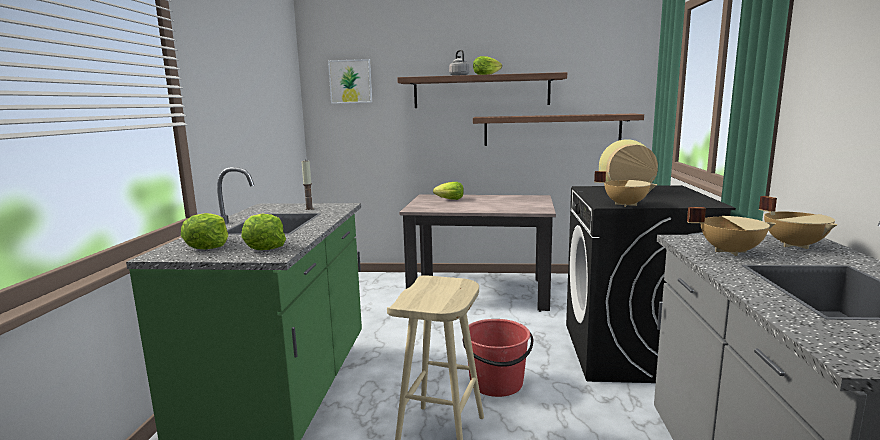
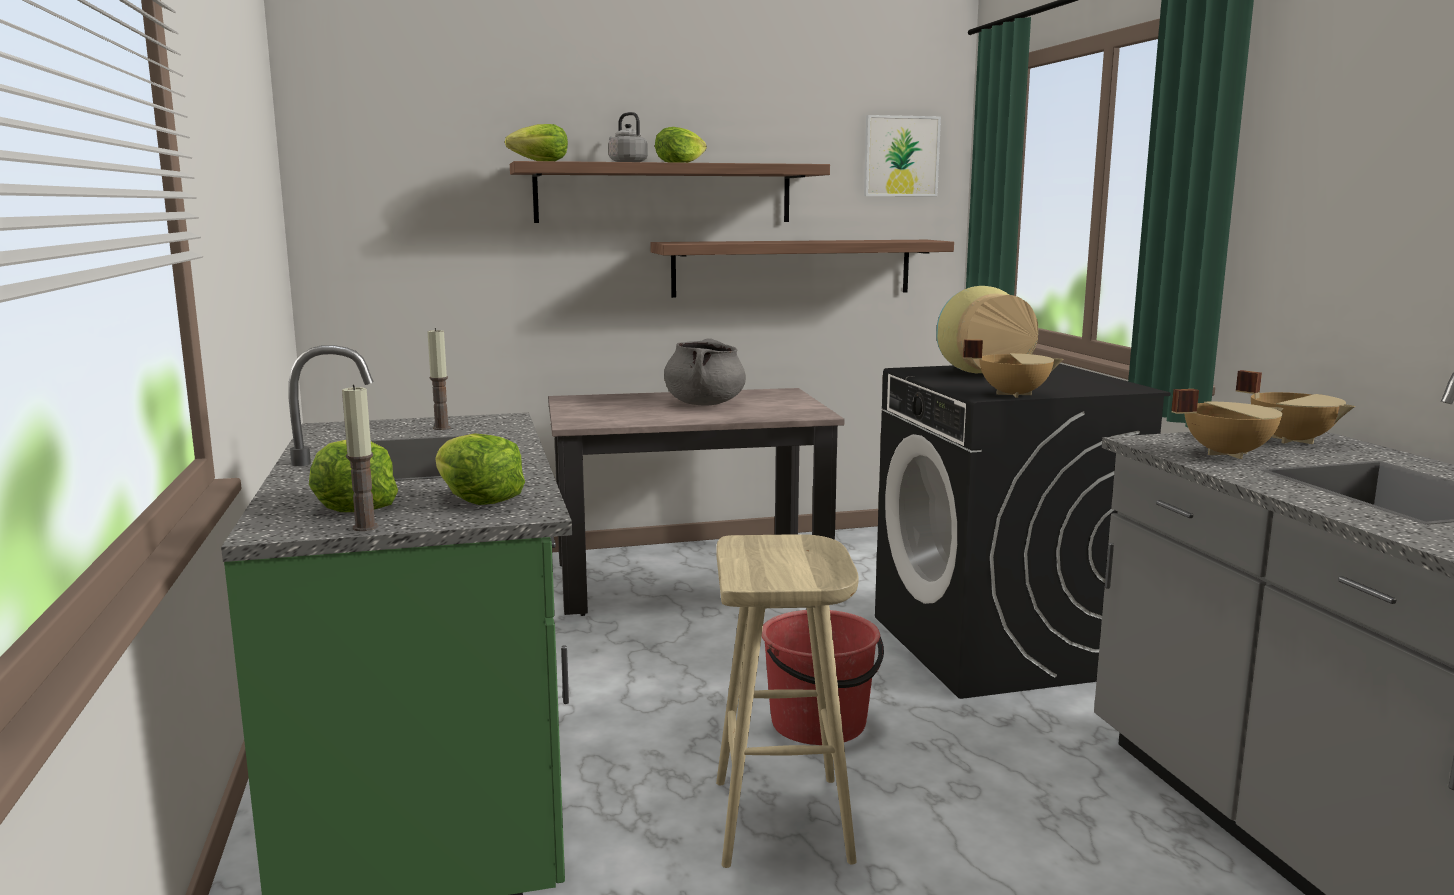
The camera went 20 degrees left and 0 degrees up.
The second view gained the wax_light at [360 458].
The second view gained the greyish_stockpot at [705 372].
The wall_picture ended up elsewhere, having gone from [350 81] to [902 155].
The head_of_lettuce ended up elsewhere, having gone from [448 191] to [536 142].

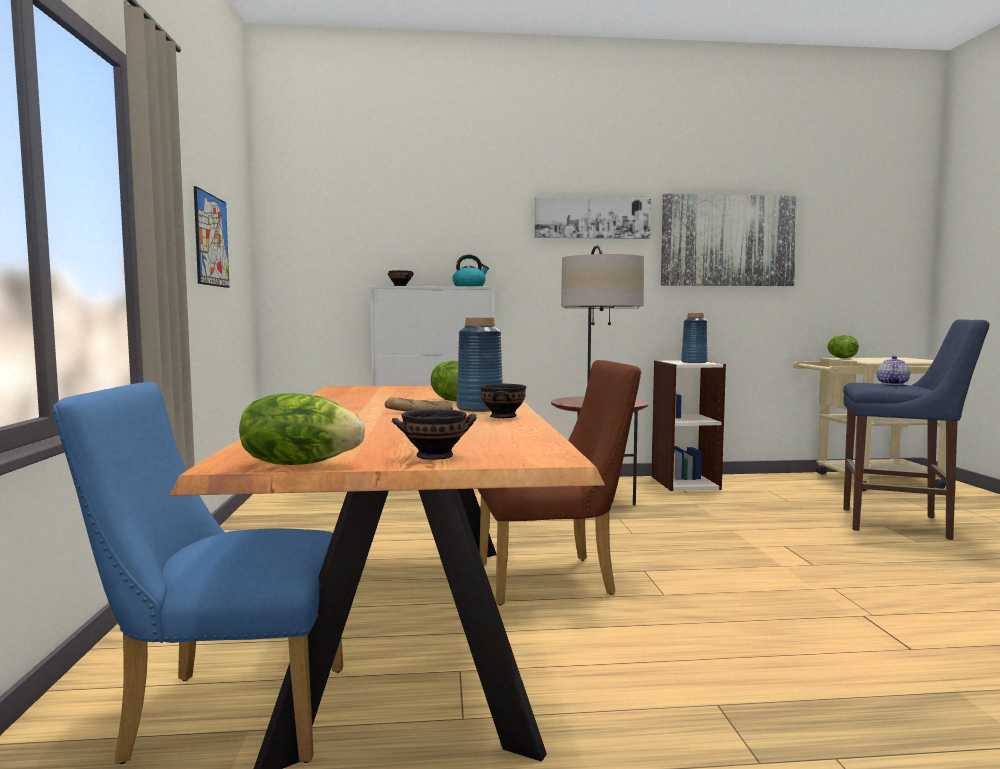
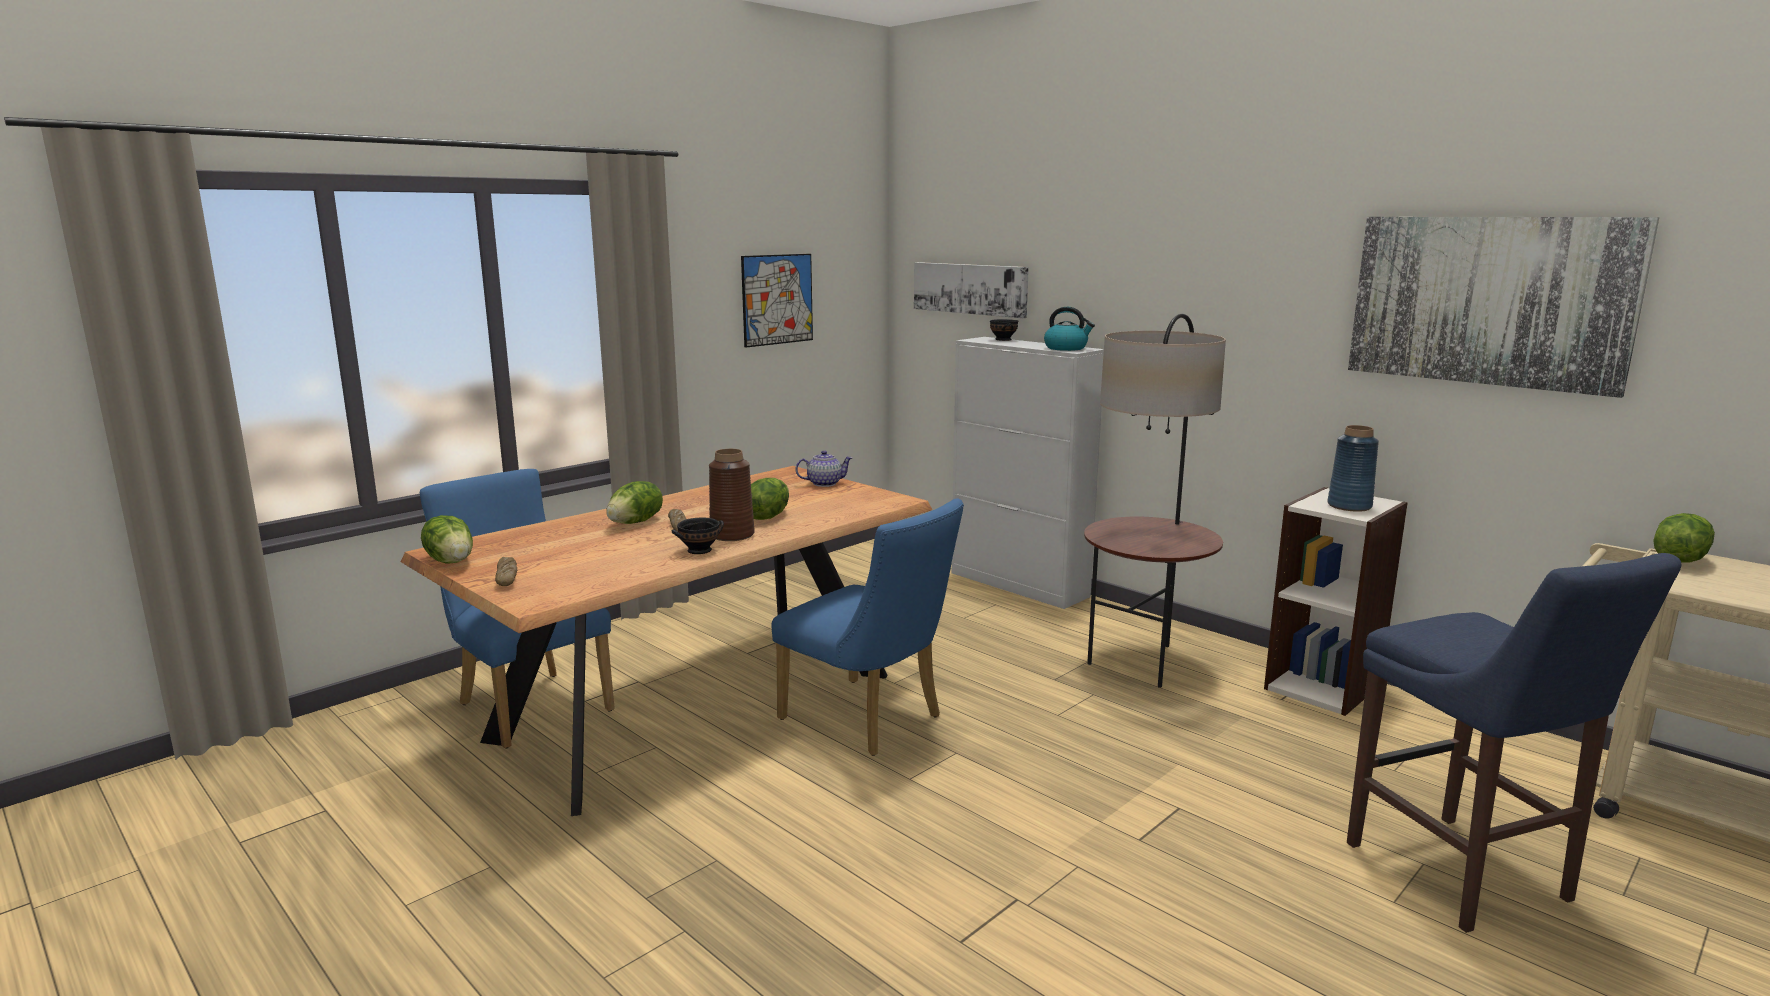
The camera went 50 degrees right and 10 degrees up.
The second view gained the head_of_lettuce at [634 502].
The wall_picture ended up elsewhere, having gone from [593 218] to [971 290].
The tea_pot ended up elsewhere, having gone from [893 370] to [824 468].
Where the black-coloured_deep_dish stood at [434 434], the bread came to stand at [506 571].
What was the bluish_decorative_vase at [480 365] turned into the brownish_decorative_vase at [732 495].
What was the brownish_plain_chair at [559 483] turned into the bluish_plain_chair at [867 627].

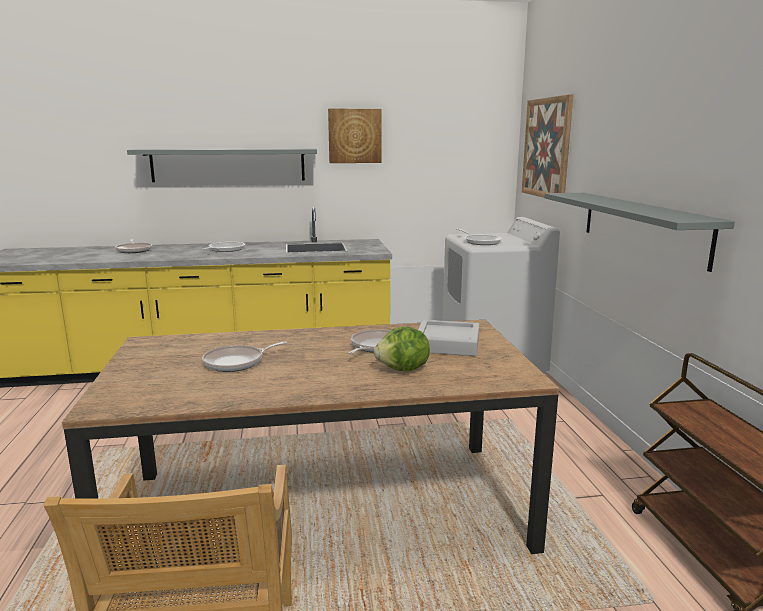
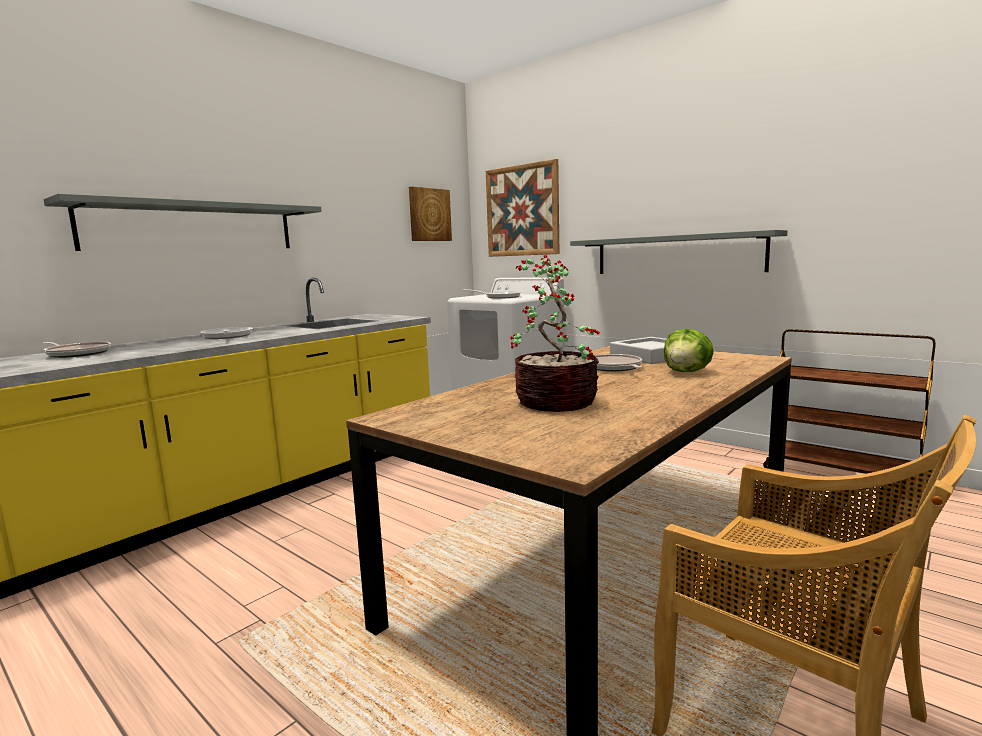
The camera went 40 degrees left and 5 degrees down.
The wall_picture ended up elsewhere, having gone from [354 136] to [430 213].
Where the frying_pan stood at [244 356], the plant_in_a_pot came to stand at [555 333].

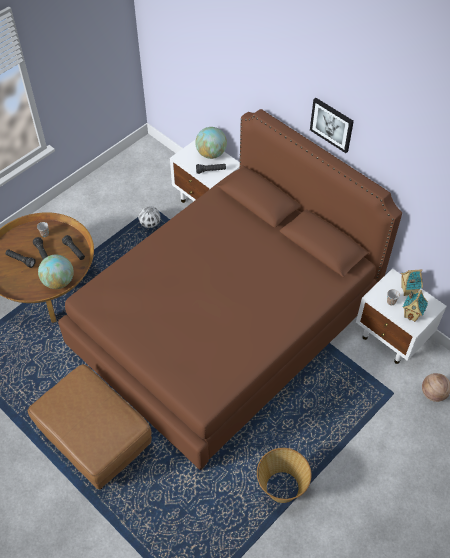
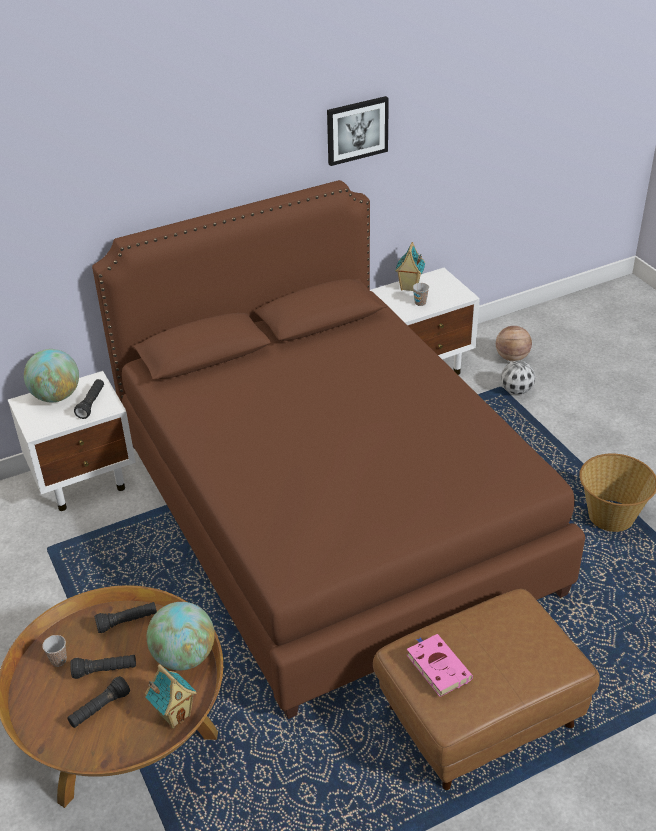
The camera went 70 degrees left and 15 degrees down.
The second view gained the pink_volume at [440 665].
The football ended up elsewhere, having gone from [149 217] to [518 377].
The wall_picture ended up elsewhere, having gone from [332 125] to [358 131].
The model_house ended up elsewhere, having gone from [415 306] to [171 696].

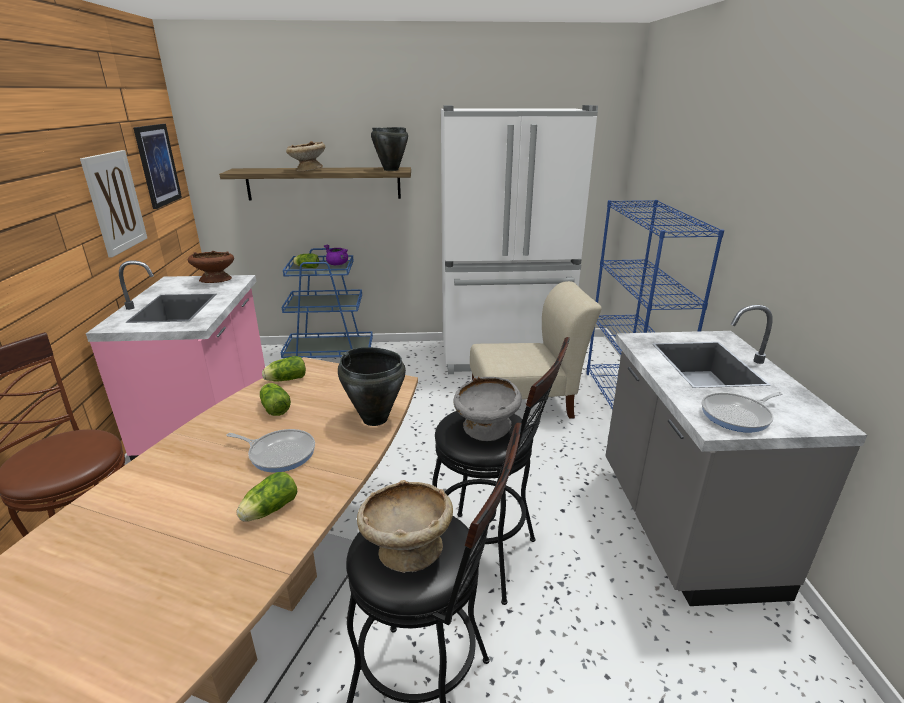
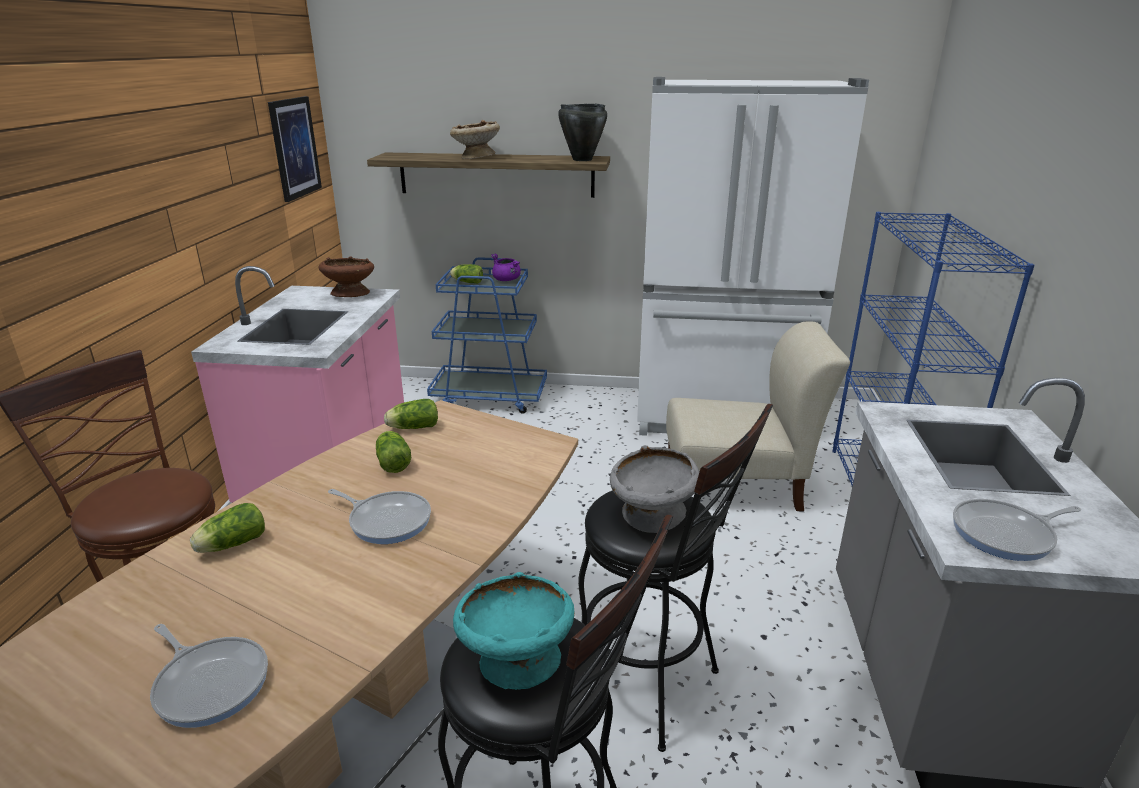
The camera went 10 degrees right and 0 degrees up.
The second view lost the wall_picture at [113 204].
The second view lost the black-coloured_stockpot at [372 386].
The second view gained the frying_pan at [209 676].
The head_of_lettuce ended up elsewhere, having gone from [266 497] to [227 528].
What was the beige-coloured_deep_dish at [405 526] turned into the turquoise_deep_dish at [514 631].

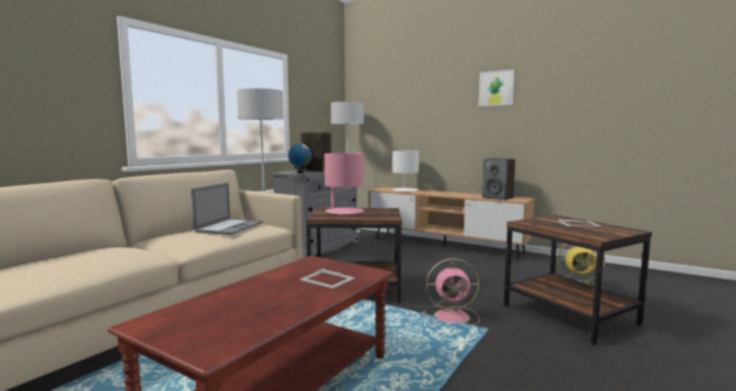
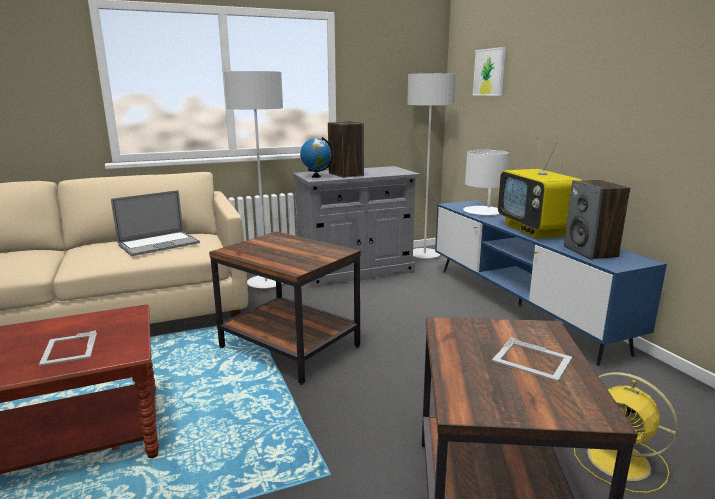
The camera went 35 degrees right and 10 degrees up.
The second view lost the pink_tabletop_lamp at [344 184].
The second view lost the pink_cooling_fan at [451 292].
The second view gained the TV_set at [540 188].
The wall_picture ended up elsewhere, having gone from [496 87] to [489 71].
What was the brownish_tv_stand at [452 223] turned into the bluish_tv_stand at [551 283].

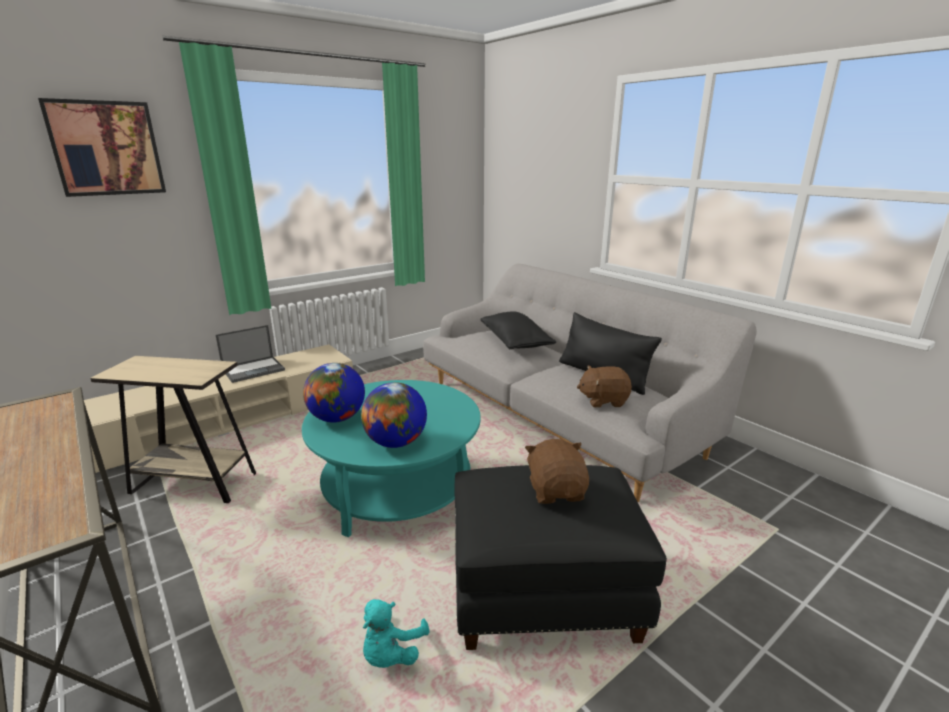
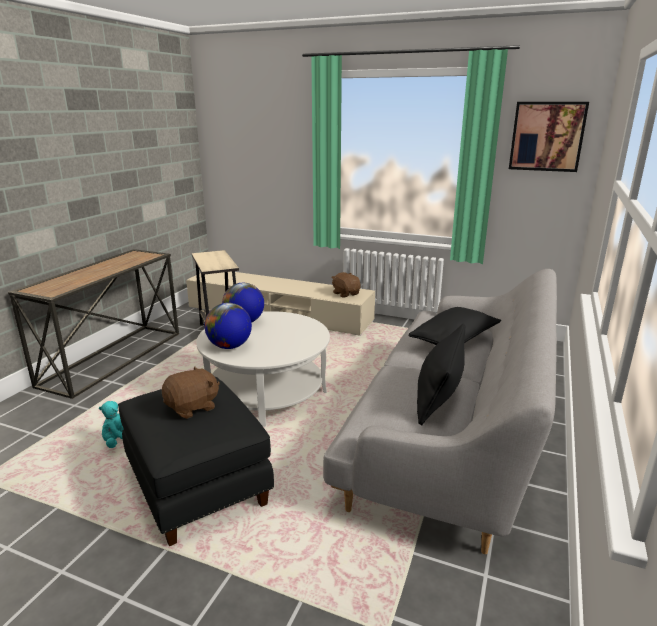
The camera went 60 degrees right and 0 degrees up.
The second view lost the notebook_computer at [250 354].
The wall_picture ended up elsewhere, having gone from [102 147] to [549 137].
The brownish_plush_toy ended up elsewhere, having gone from [604 387] to [346 285].
What was the turquoise_coffee_table at [391 458] turned into the white-coloured_coffee_table at [263 369].

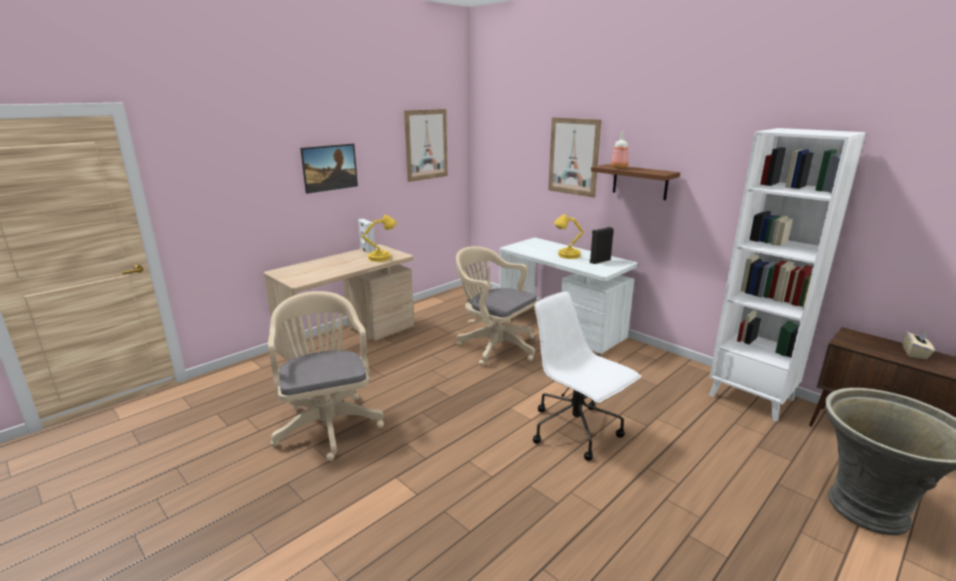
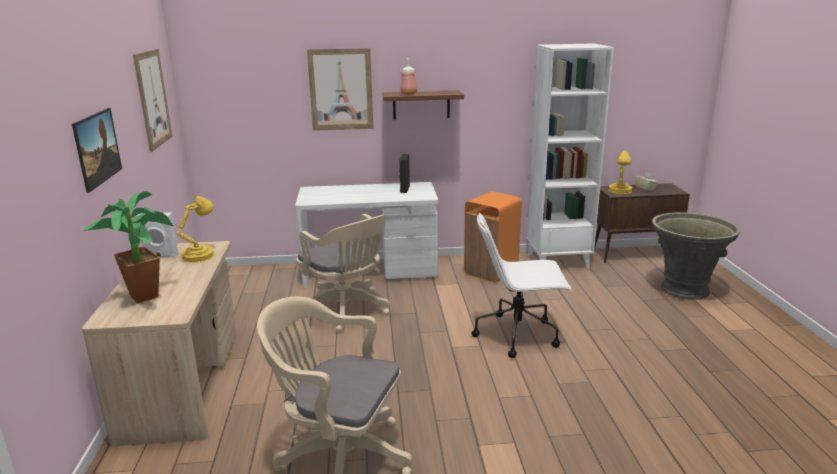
The camera went 50 degrees left and 0 degrees up.
The second view gained the plant_in_a_pot at [128 247].
The second view gained the orangey_waste_bin at [493 237].
The yellow_tabletop_lamp ended up elsewhere, having gone from [569 236] to [620 172].
The beige-coloured_desk_chair at [497 306] ended up facing another way, 120 degrees counterclockwise from before.

